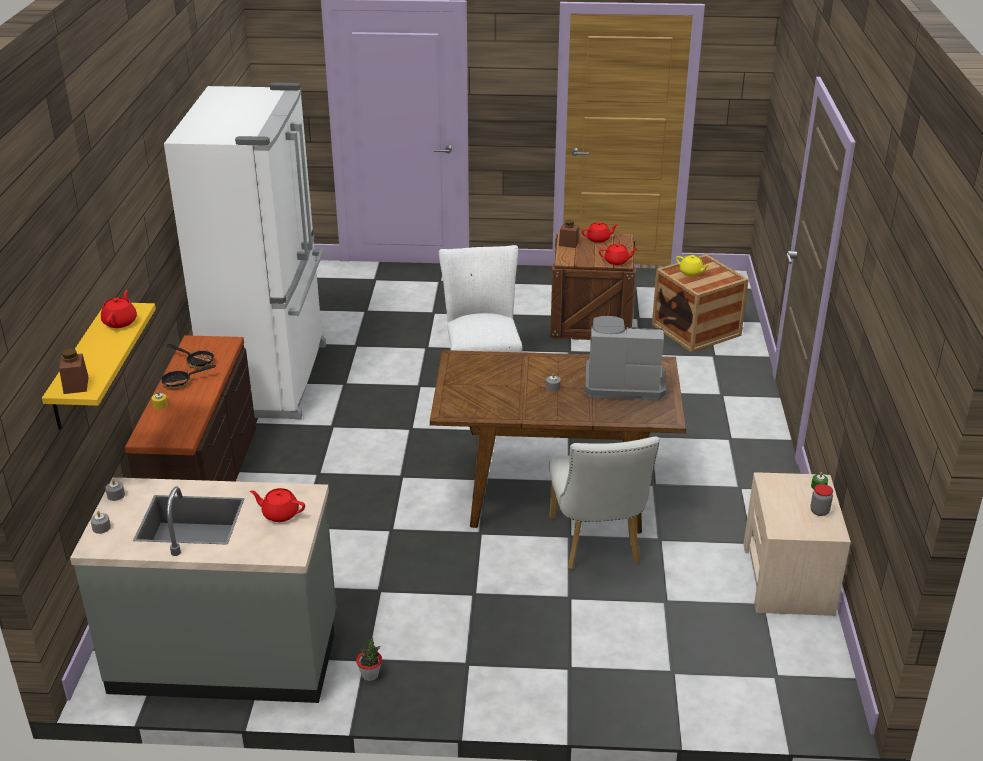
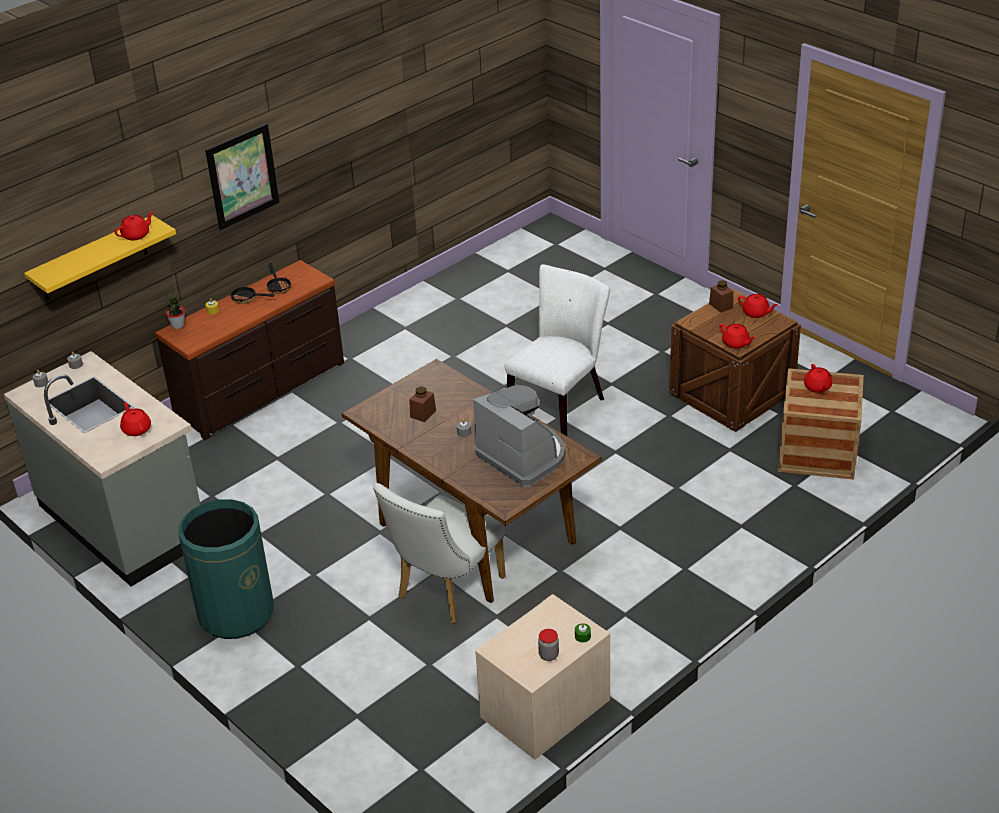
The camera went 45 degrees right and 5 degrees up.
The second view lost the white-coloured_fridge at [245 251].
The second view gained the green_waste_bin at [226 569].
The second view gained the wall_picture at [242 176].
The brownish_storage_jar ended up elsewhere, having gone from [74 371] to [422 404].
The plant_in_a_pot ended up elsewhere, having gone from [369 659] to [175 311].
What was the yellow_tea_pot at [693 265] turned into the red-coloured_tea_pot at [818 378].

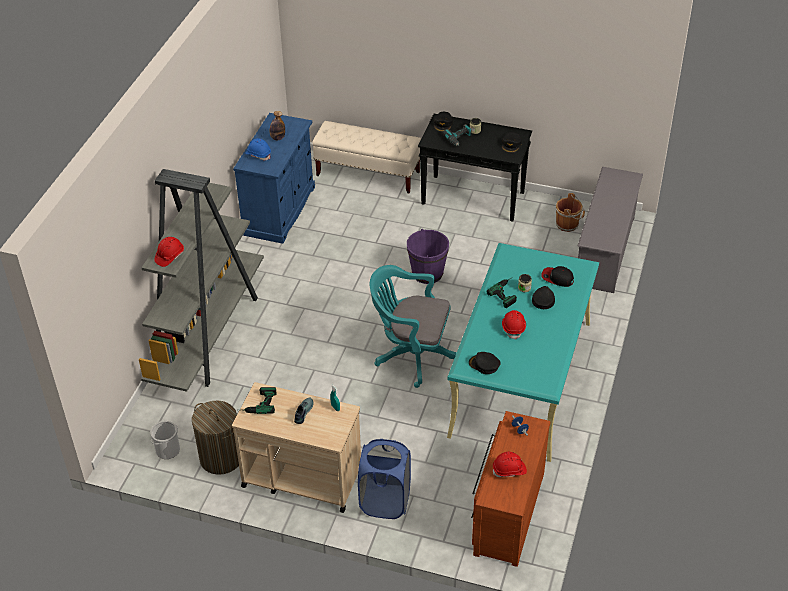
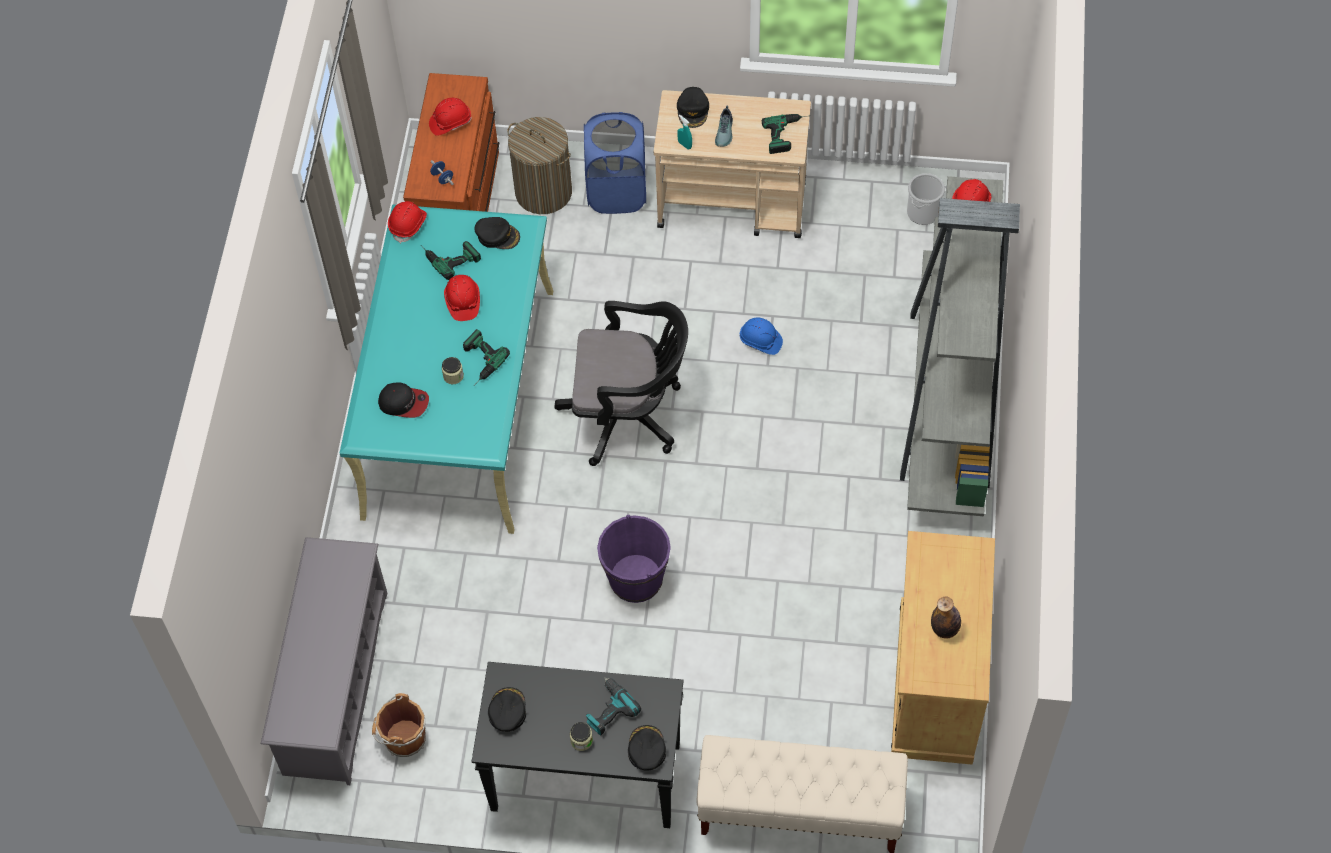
The camera went 170 degrees right and 15 degrees up.
The second view gained the red-coloured_hard_hat at [407 222].
The second view gained the power_drill at [451 260].
The washing_basket ended up elsewhere, having gone from [215 437] to [539 165].
The bluish_hard_hat ended up elsewhere, having gone from [258 149] to [761 336].
The black-coloured_cap ended up elsewhere, having gone from [543 297] to [693 107].
What was the bluish_cabinet at [274 178] turned into the beige-coloured_cabinet at [943 648].
What was the turquoise_desk_chair at [413 326] turned into the black-coloured_desk_chair at [621 383].

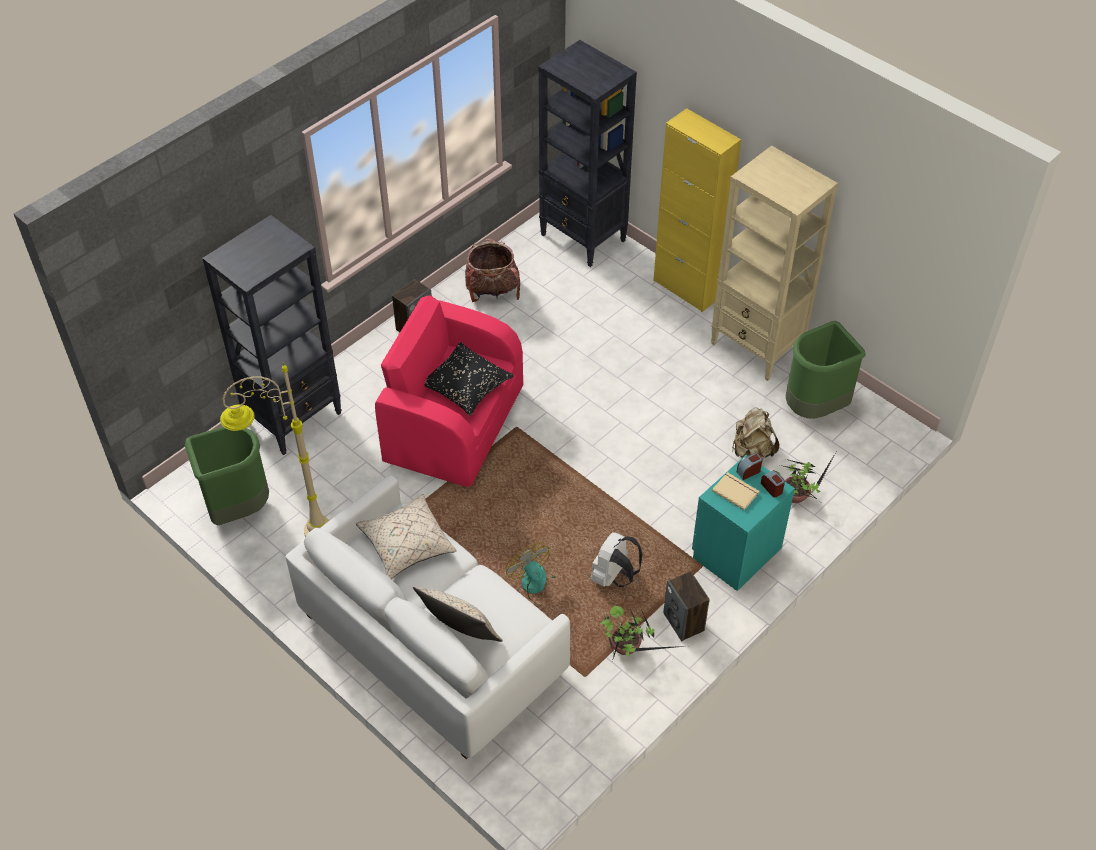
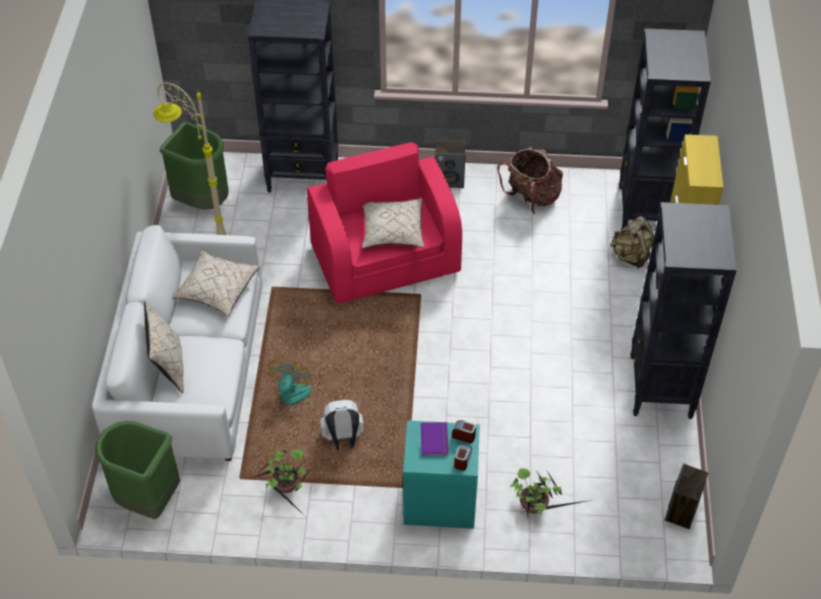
The camera went 50 degrees right and 0 degrees up.
The audio_speaker ended up elsewhere, having gone from [686 606] to [686 496].
The beige-coloured_rucksack ended up elsewhere, having gone from [756 433] to [632 242].
The green_waste_bin ended up elsewhere, having gone from [825 370] to [137 470].
What was the black-coloured_throw_pillow at [469 379] turned into the beige-coloured_throw_pillow at [393 223].
What was the beige-coloured_bookcase at [774 263] turned into the black-coloured_bookcase at [683 310].
What was the beige-coloured_volume at [735 491] turned into the purple_volume at [435 439].

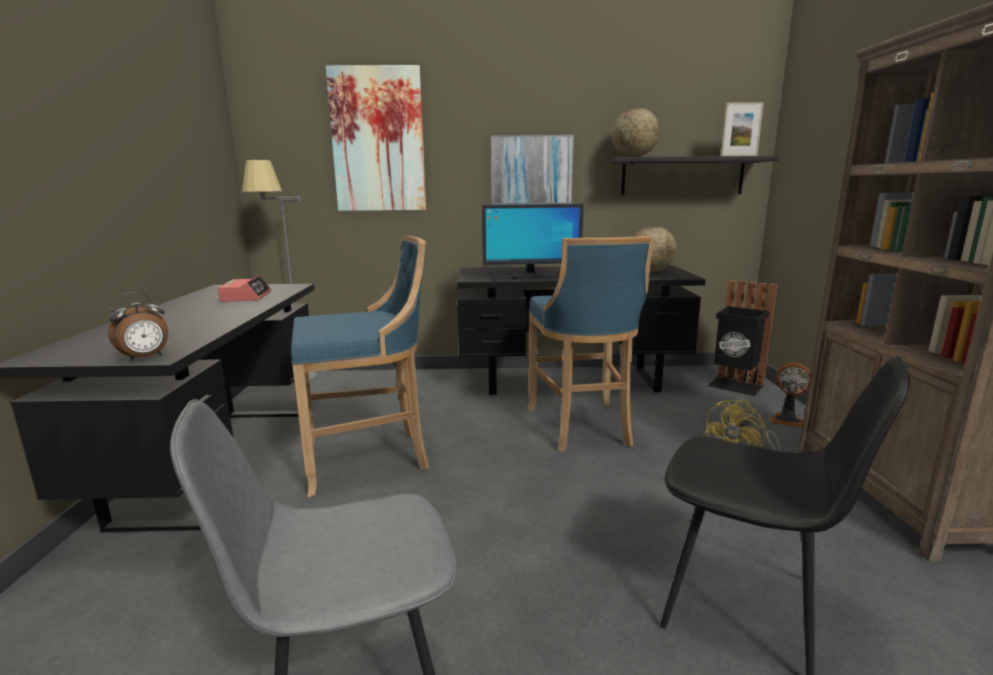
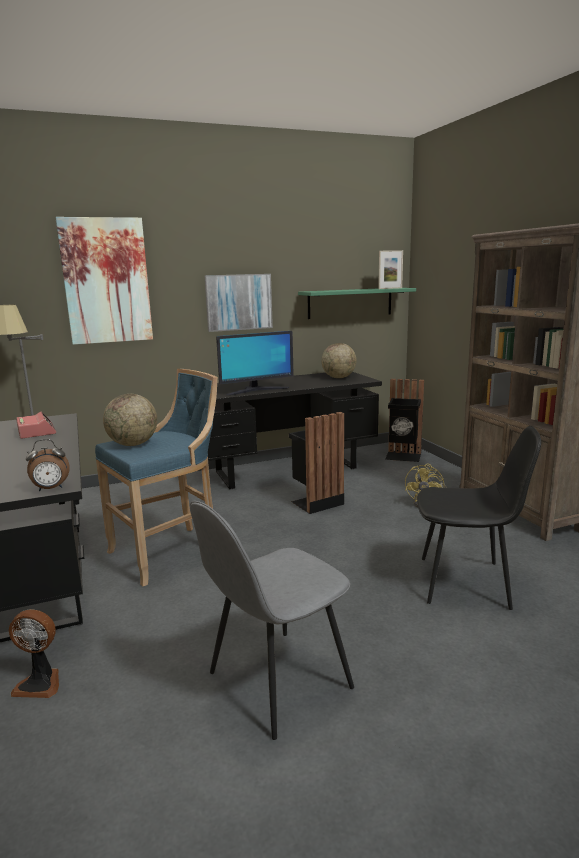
The camera went 20 degrees left and 0 degrees up.
The desk_globe ended up elsewhere, having gone from [636 132] to [130 420].
The cooling_fan ended up elsewhere, having gone from [790 395] to [34 653].
Where the bluish_sitting_stool stood at [590 344], the black-coloured_waste_bin came to stand at [316 463].
What was the black-coloured_bracket_shelf at [694 175] turned into the green_bracket_shelf at [357 303].
The bedside_clock at [138 327] ended up facing another way, 45 degrees clockwise from before.

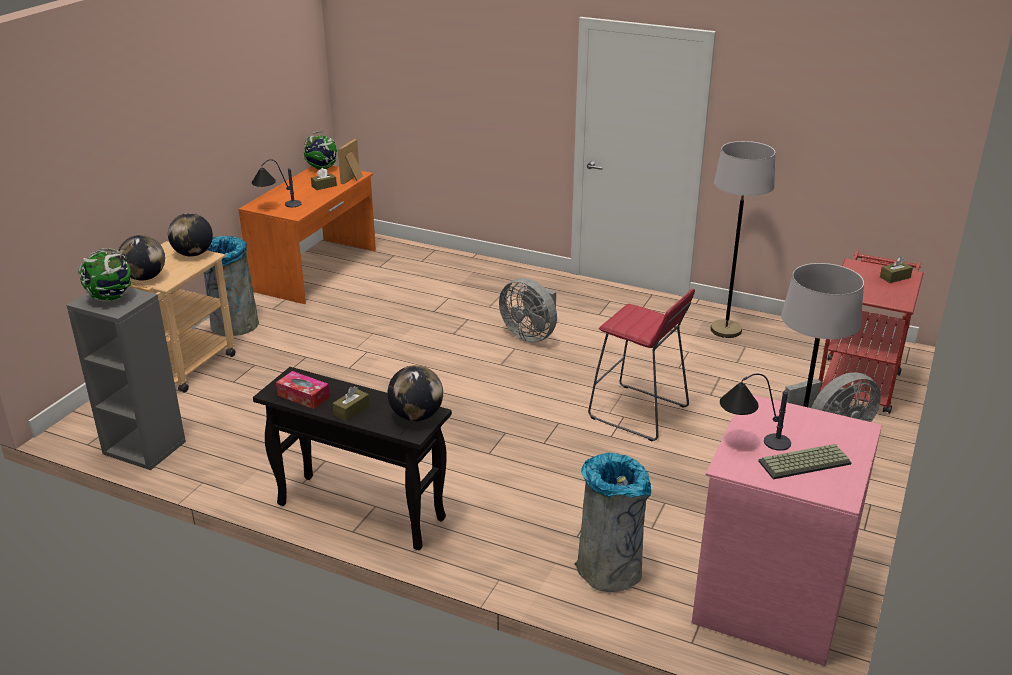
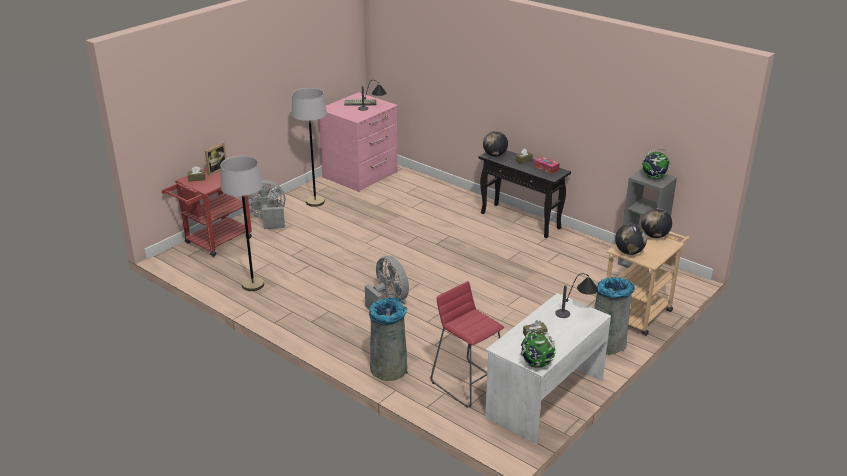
The camera went 165 degrees left and 0 degrees up.
The picture_frame ended up elsewhere, having gone from [350 161] to [215 159].
The greyish_waste_bin ended up elsewhere, having gone from [613 522] to [388 339].
The red-coloured_sitting_stool ended up elsewhere, having gone from [641 365] to [467 344].
What was the orangey_desk at [307 235] turned into the white-coloured_desk at [548 368].

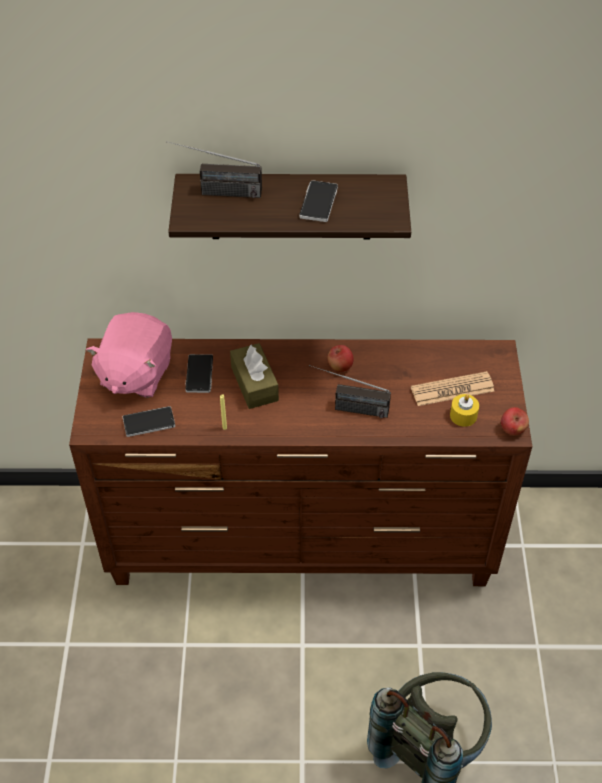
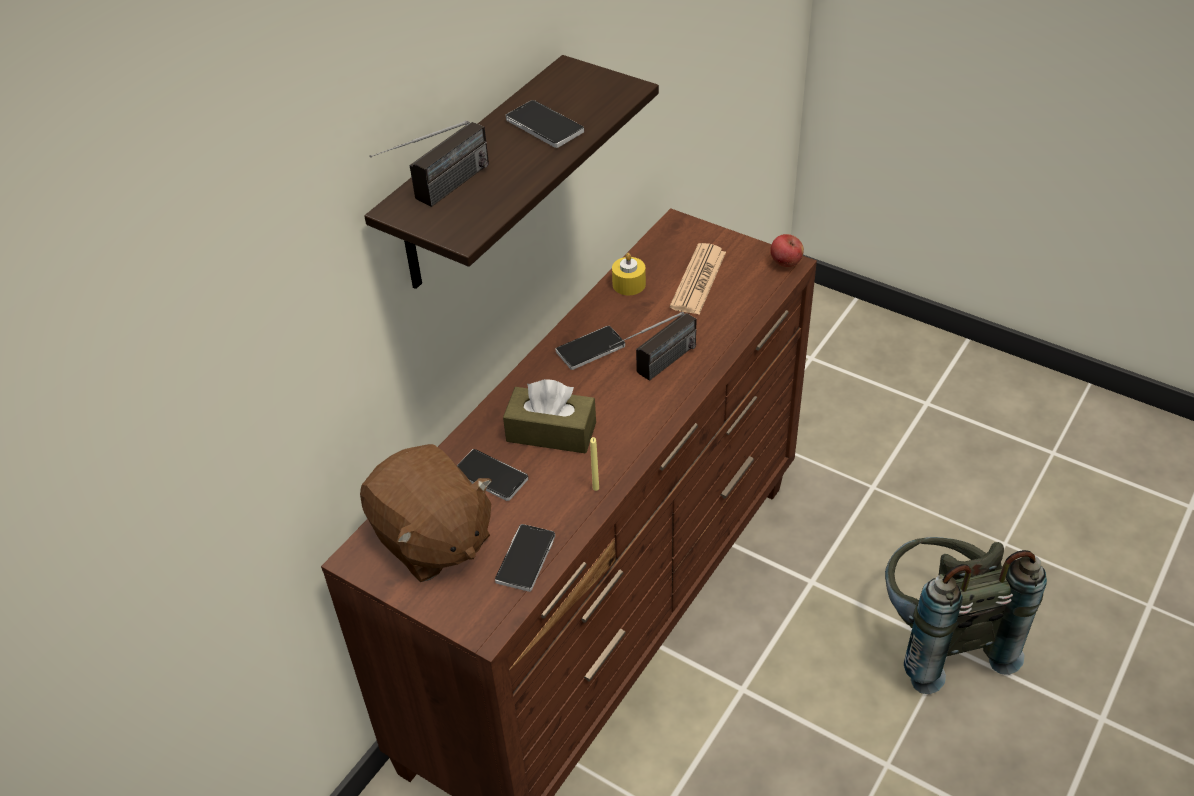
The camera went 55 degrees left and 5 degrees down.
The yellow_wax_light ended up elsewhere, having gone from [464 410] to [629 274].
Where the whole_apple stood at [341 358], the telephone came to stand at [590 348].
What was the pink_plush_toy at [129 355] turned into the brownish_plush_toy at [426 513].

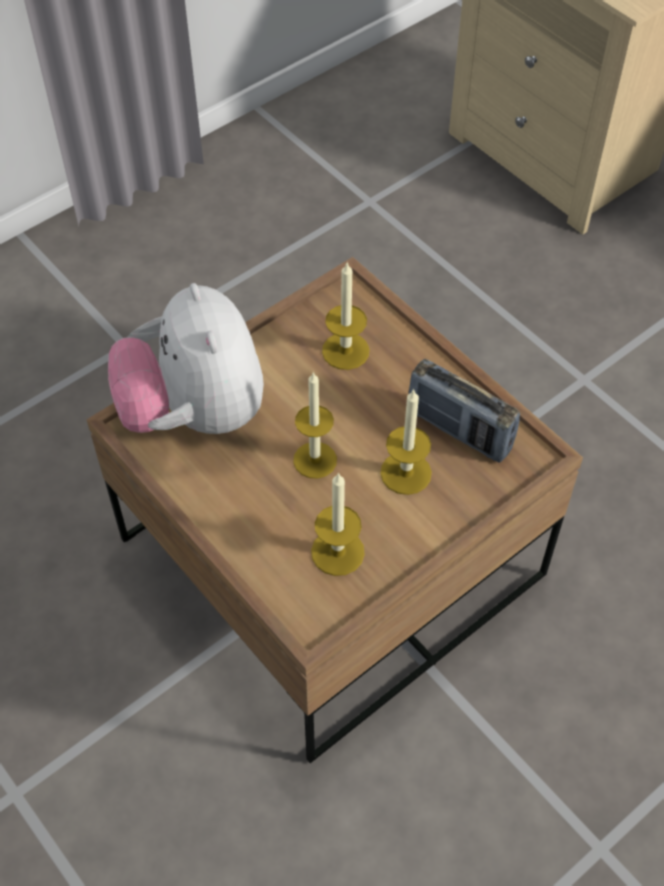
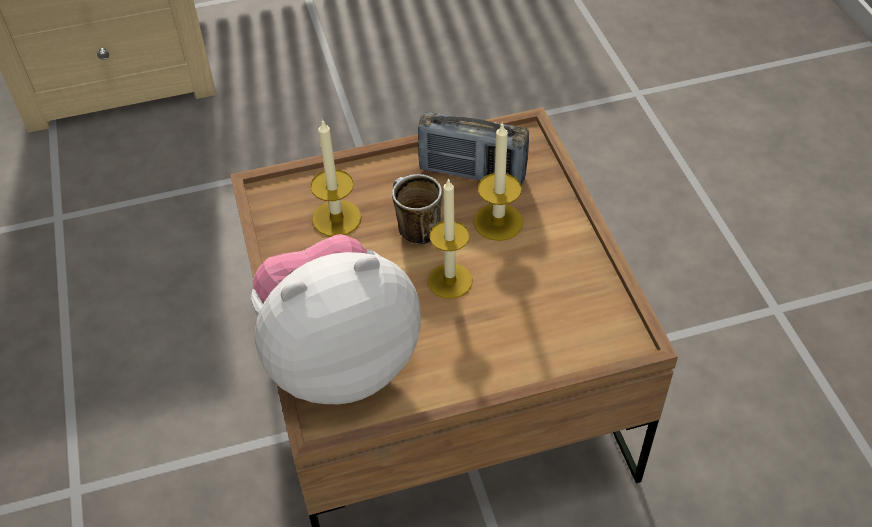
The camera went 65 degrees left and 5 degrees down.
The second view lost the wax_light at [338 524].
The second view gained the tea_mug at [417 209].
The plush_toy at [186 358] ended up facing another way, 150 degrees clockwise from before.
The radio_receiver at [464 411] ended up facing another way, 45 degrees clockwise from before.

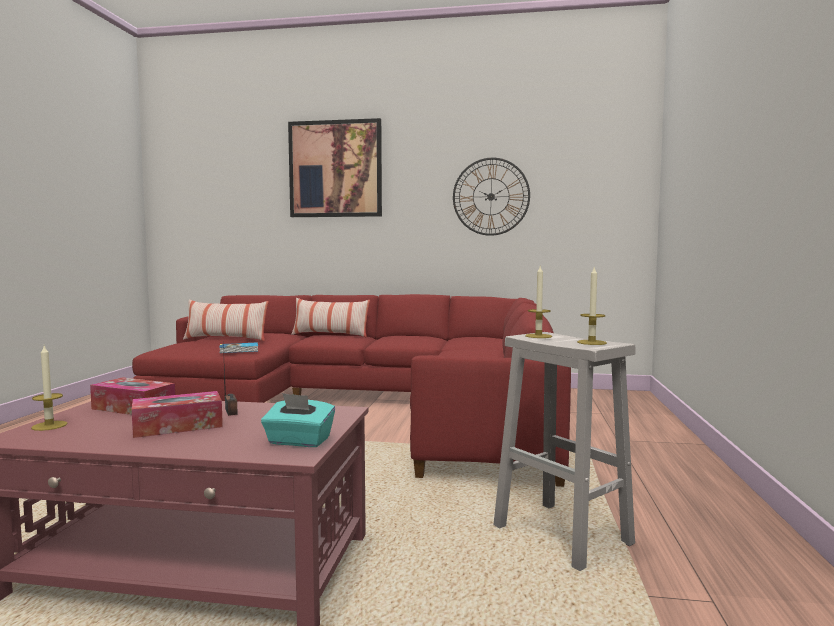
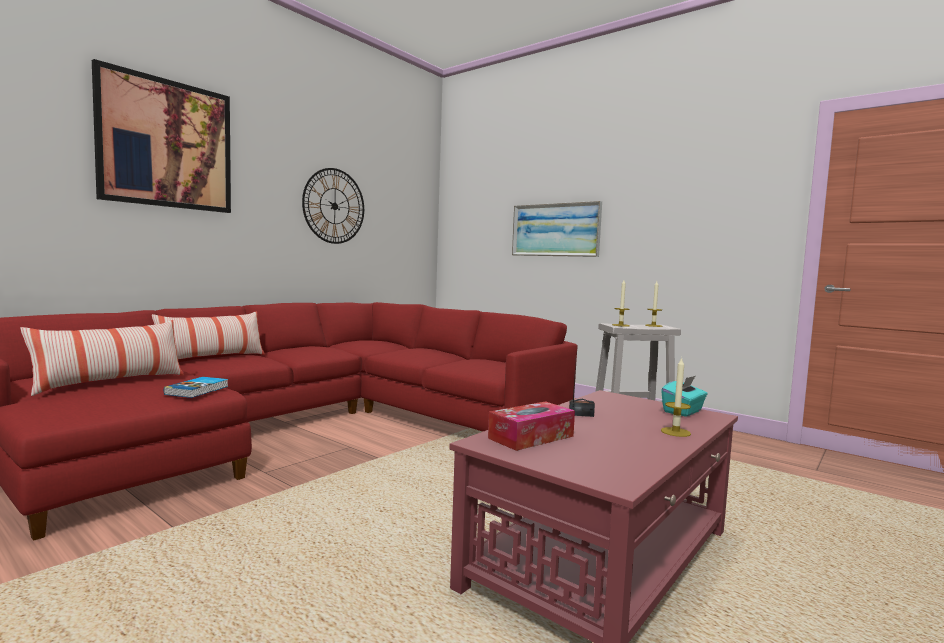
The camera went 60 degrees left and 0 degrees up.
The second view lost the tissue_box at [177 414].
The second view gained the wall_picture at [557 229].
The wax_light ended up elsewhere, having gone from [49 388] to [676 397].

